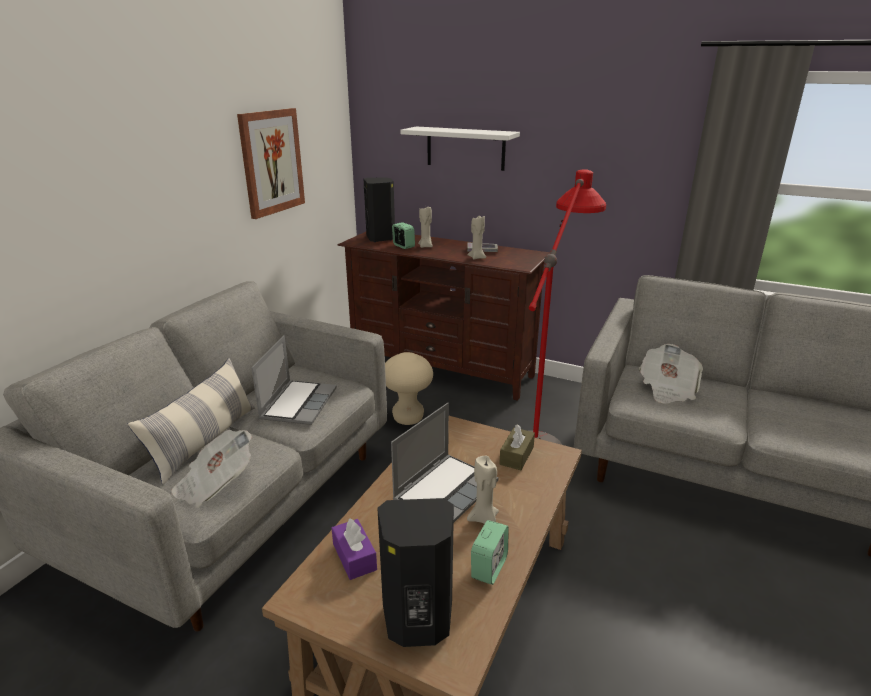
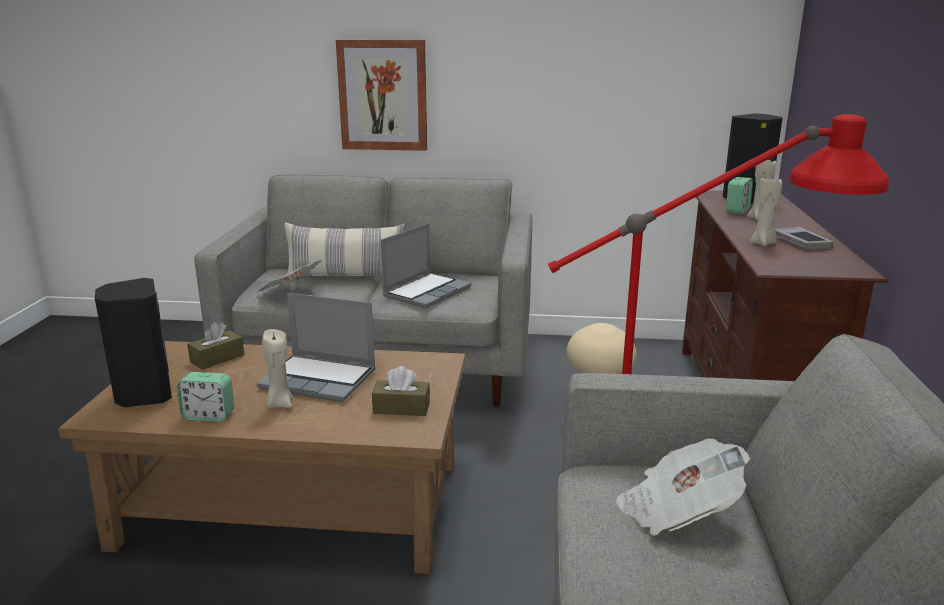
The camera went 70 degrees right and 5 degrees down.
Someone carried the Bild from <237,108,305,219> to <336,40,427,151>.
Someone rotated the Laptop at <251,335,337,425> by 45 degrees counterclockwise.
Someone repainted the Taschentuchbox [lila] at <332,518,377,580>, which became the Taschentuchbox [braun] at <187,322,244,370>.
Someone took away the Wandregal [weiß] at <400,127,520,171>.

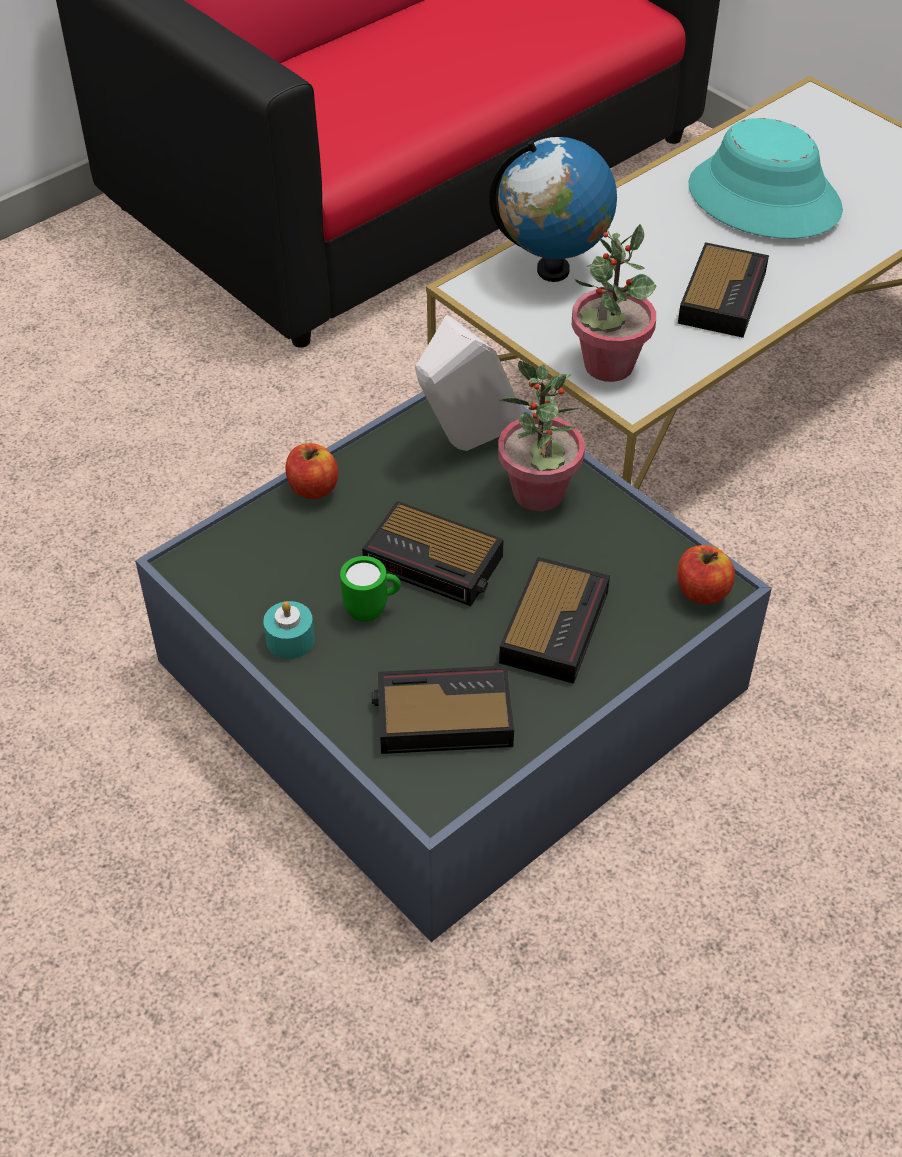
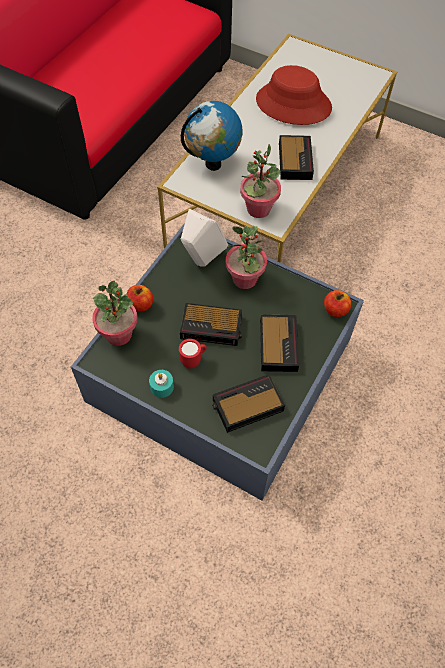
The camera went 20 degrees left and 10 degrees up.
Someone repainted the Henkelbecher [grün] at <340,556,401,622>, which became the Henkelbecher [rot] at <179,339,207,369>.
Someone repainted the Hut [türkis] at <688,118,843,239>, which became the Hut [rot] at <256,65,332,125>.
Someone put down the Topfpflanze at <92,281,137,346>.

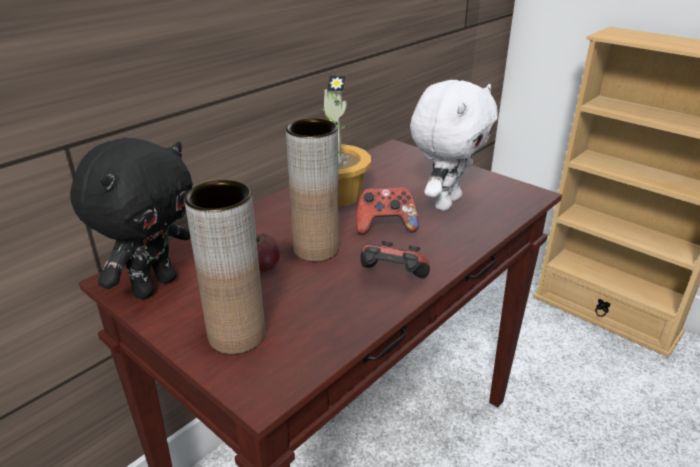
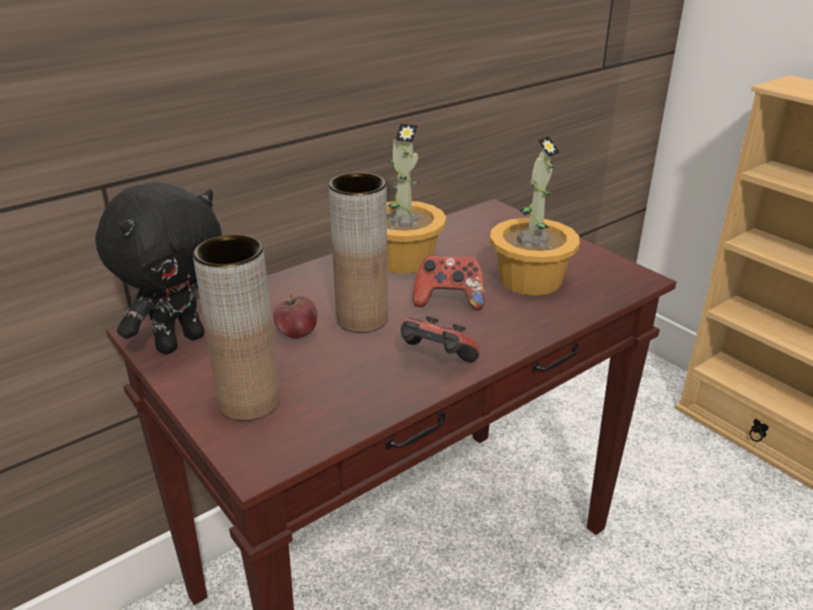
The camera went 10 degrees right and 0 degrees up.
Someone swapped the Plüschtier [weiß] at <410,80,498,211> for the Topfpflanze at <490,136,580,296>.

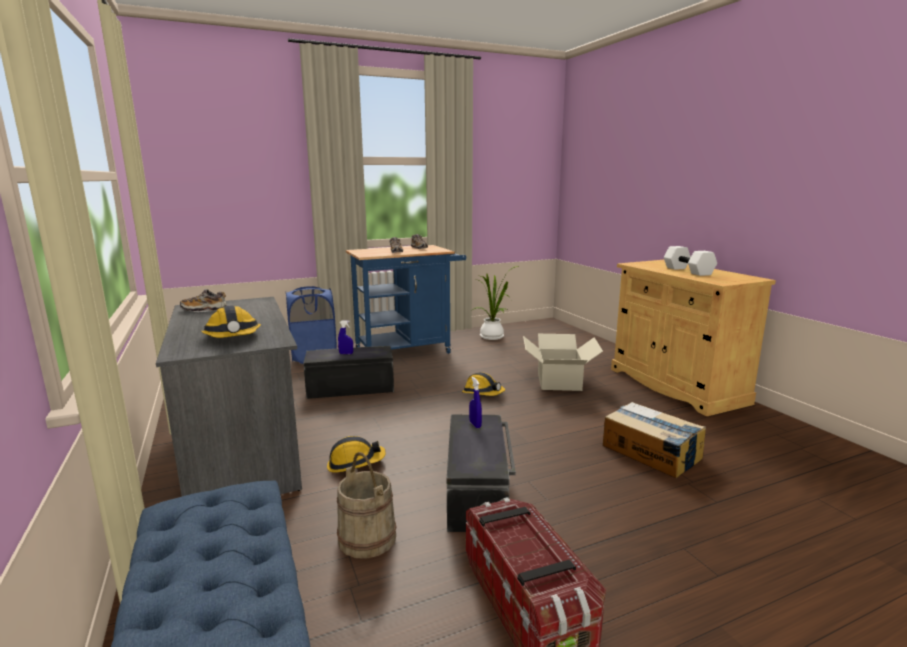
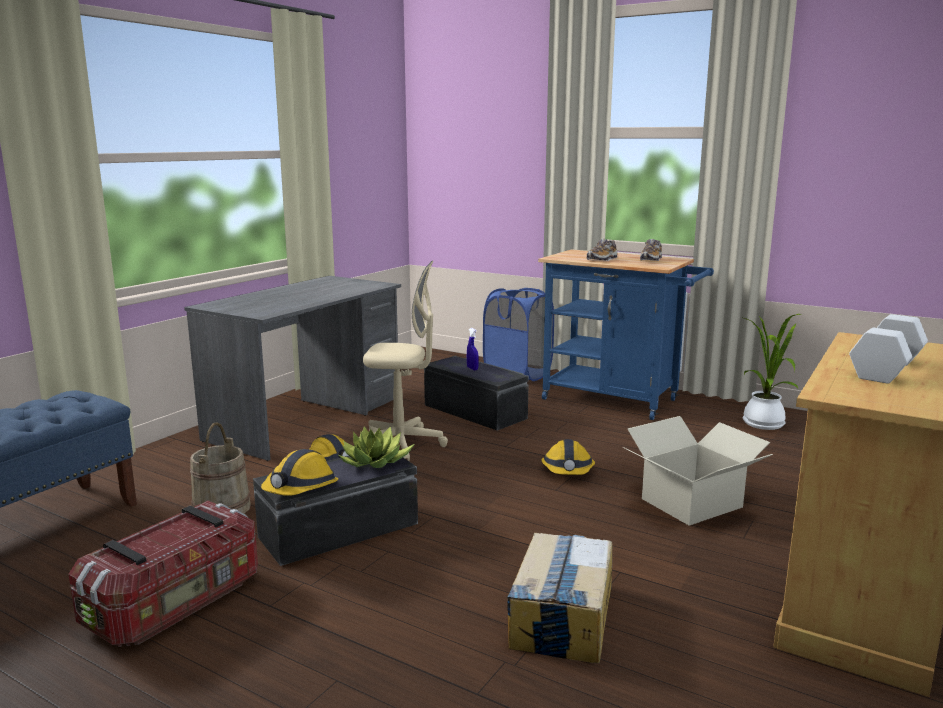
The camera went 55 degrees right and 0 degrees up.
Someone took away the Schuh at <180,289,227,312>.
Someone carried the Schutzhelm from <201,306,261,338> to <261,449,339,496>.
Someone swapped the Sprühflasche [blau] at <469,377,482,428> for the Topfpflanze at <339,426,415,468>.
Someone put down the Bürostuhl [beige] at <363,261,448,461>.

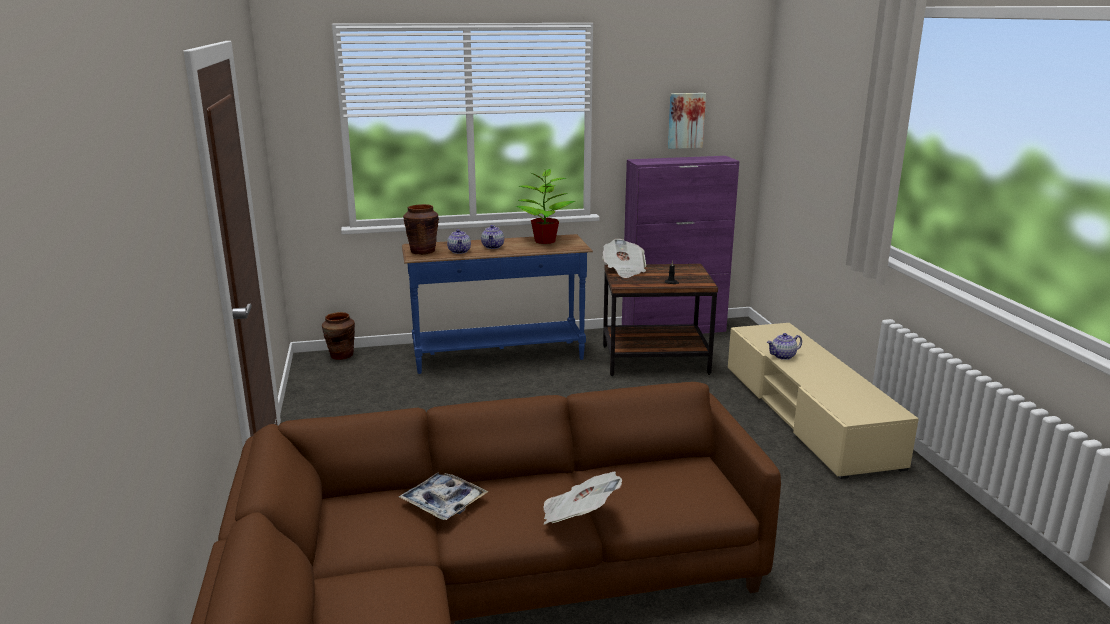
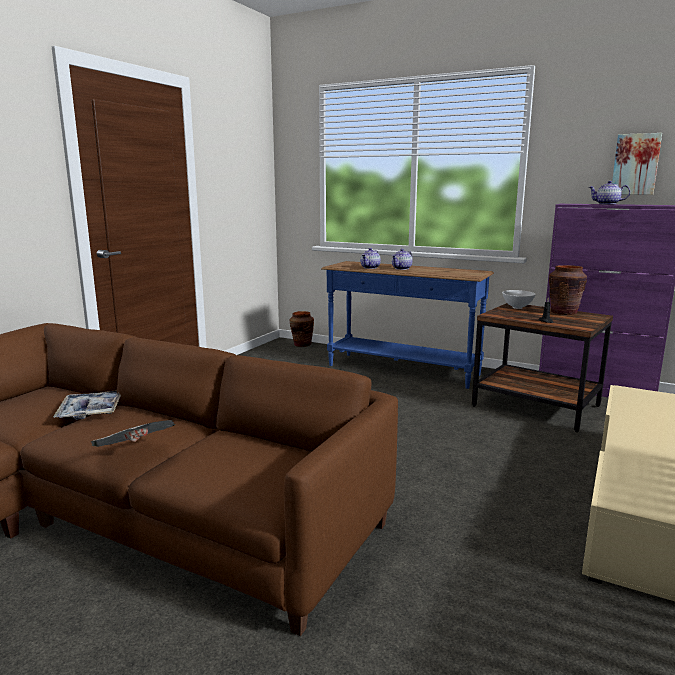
The camera went 40 degrees right and 5 degrees down.
Someone carried the Vase [braun] from <403,204,439,255> to <549,265,587,315>.
Someone took away the Topfpflanze at <516,169,575,244>.
Someone swapped the Zeitung at <602,239,646,278> for the Schüssel [weiß] at <502,290,536,309>.
Someone carried the Teekanne from <767,333,802,360> to <589,181,630,204>.

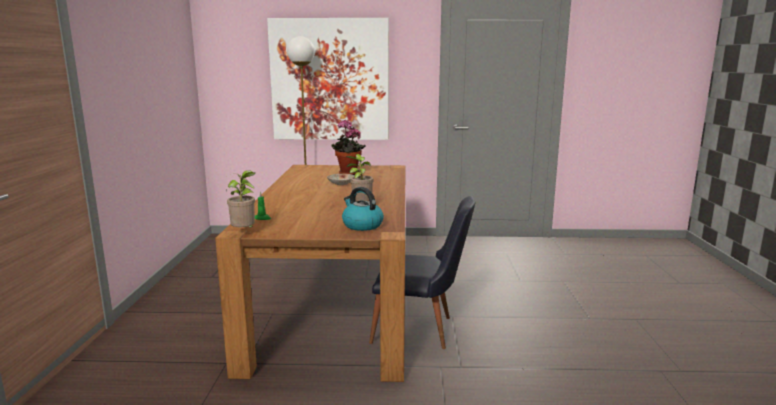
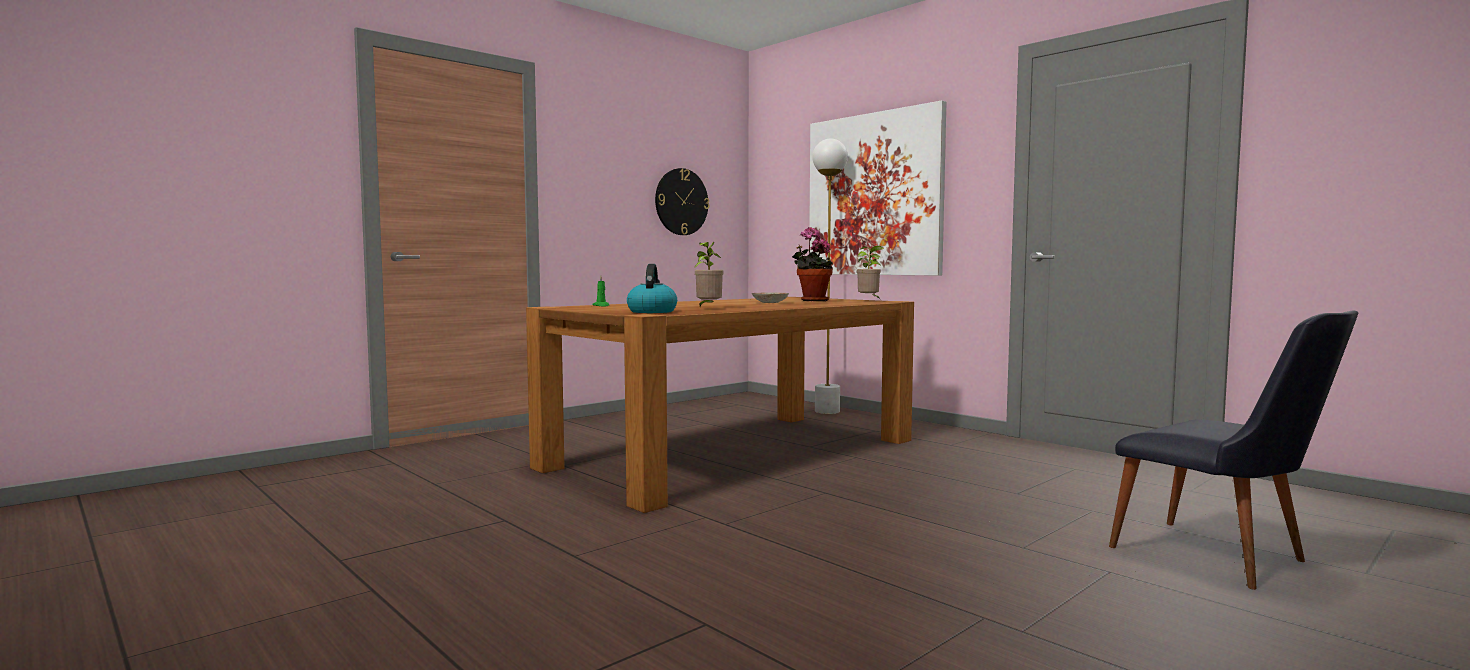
The camera went 45 degrees right and 10 degrees down.
Someone carried the Topfpflanze from <226,170,255,228> to <857,246,884,300>.
Someone carried the Stuhl [schwarz] from <369,196,475,349> to <1109,311,1358,590>.
Someone put up the Wanduhr at <655,168,709,235>.

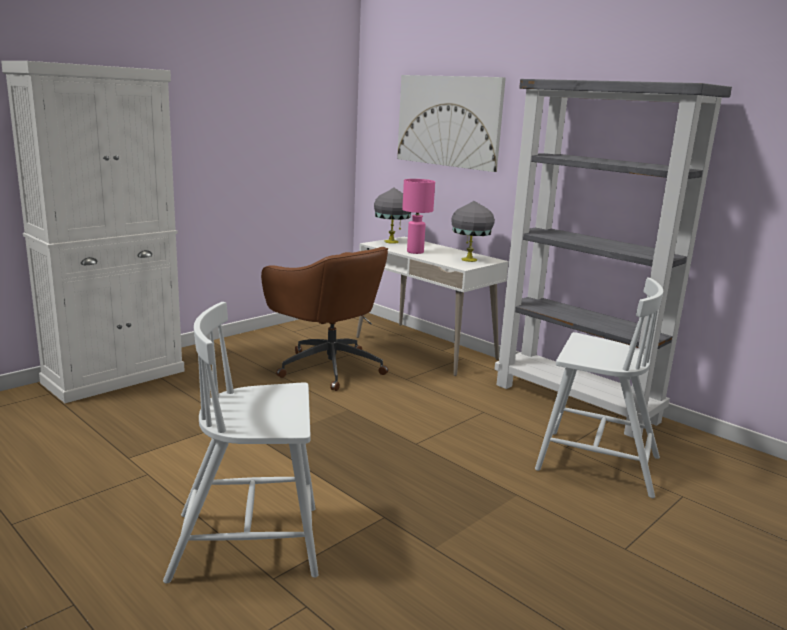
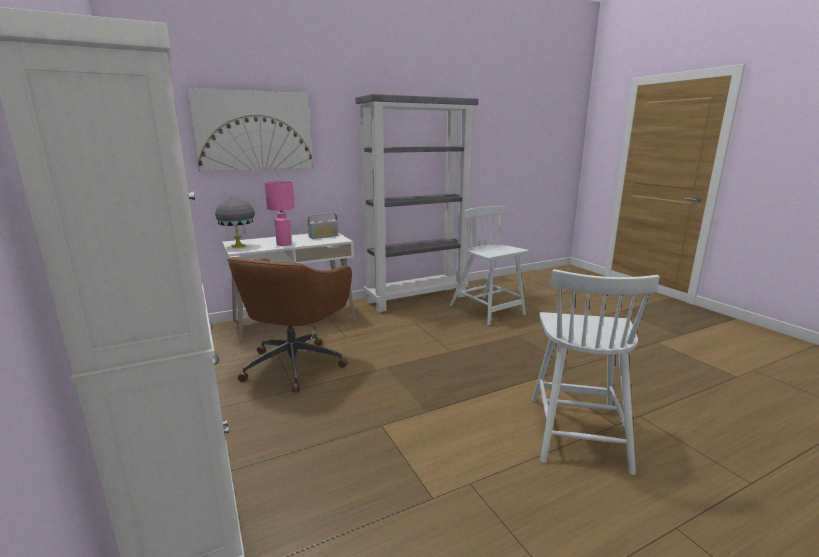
The camera went 70 degrees left and 0 degrees up.
Someone rotated the Bürostuhl [braun] at <261,247,388,391> by 135 degrees clockwise.
Someone swapped the Tischlampe [grau] at <451,201,495,262> for the Radio at <308,213,338,239>.
Someone rotated the Stuhl [weiß] at <535,278,663,498> by 75 degrees counterclockwise.

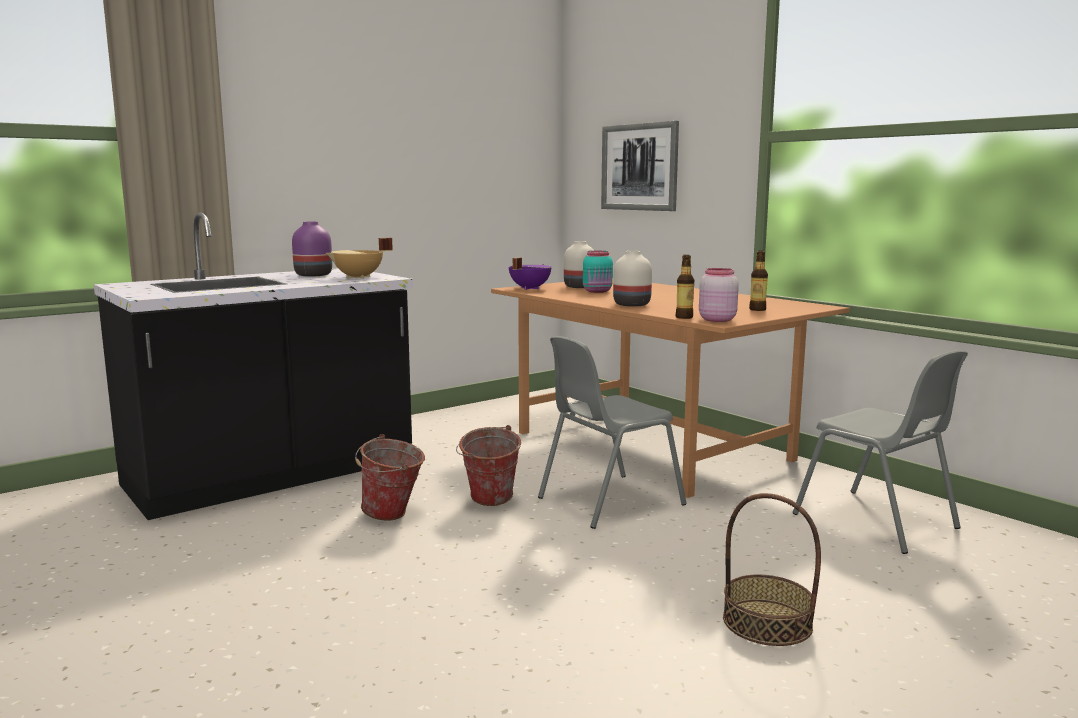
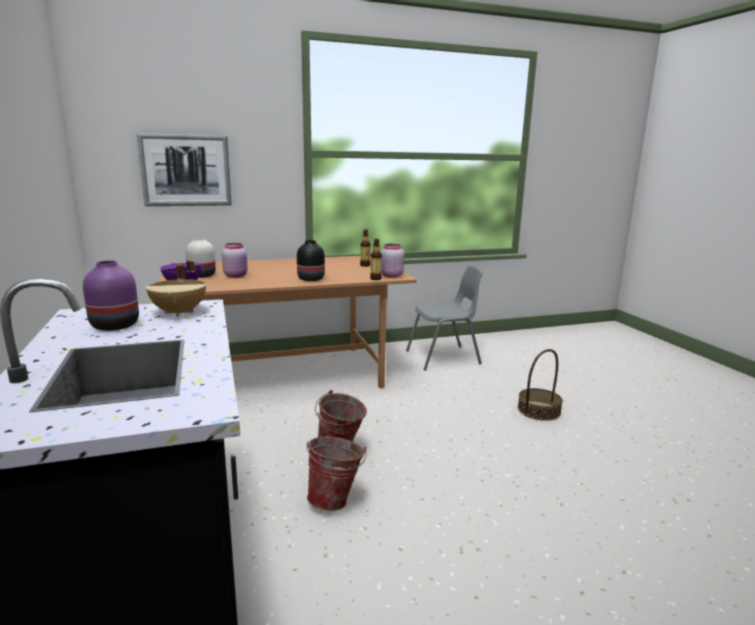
The camera went 70 degrees left and 5 degrees up.
Someone took away the Stuhl [grau] at <538,336,687,529>.
Someone repainted the Vorratsglas [türkis] at <583,251,613,293>, which became the Vorratsglas [rosa] at <222,243,248,278>.
Someone repainted the Vase [weiß] at <613,251,652,307>, which became the Vase [schwarz] at <297,240,325,281>.

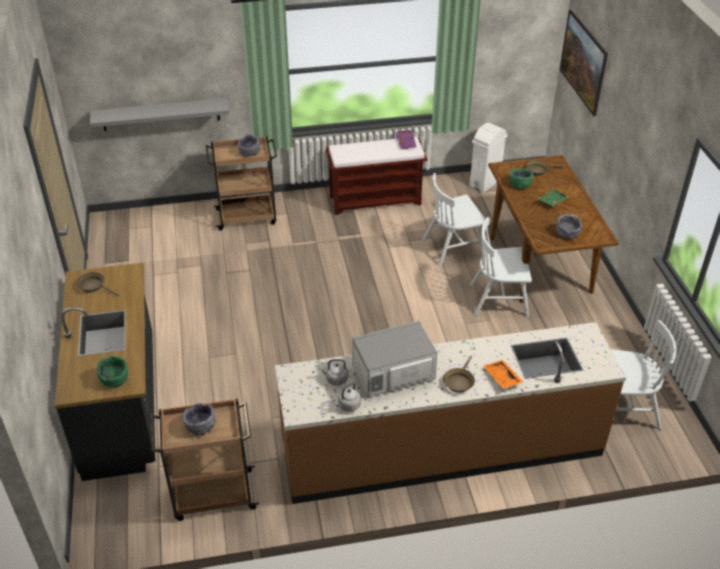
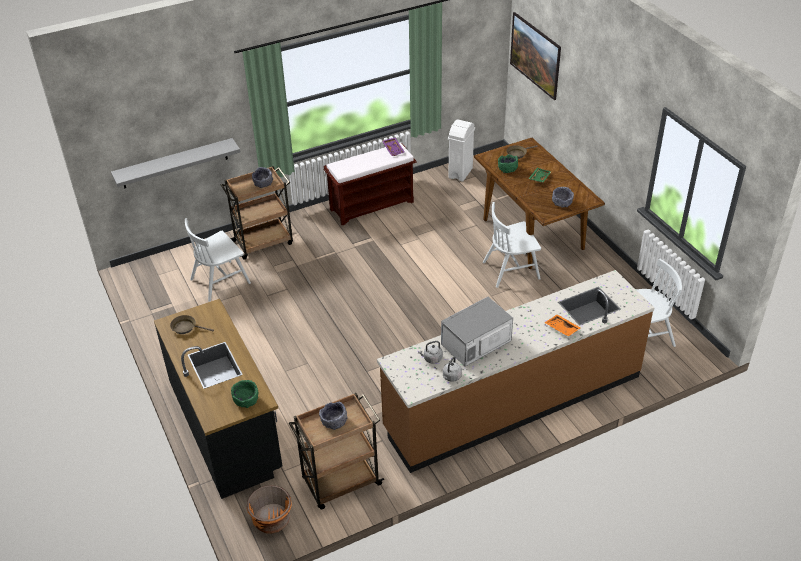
The camera went 15 degrees left and 0 degrees up.
Someone carried the Stuhl [weiß] from <422,173,485,267> to <185,218,251,302>.
Someone took away the Pfanne [braun] at <443,356,475,393>.
Someone put down the Pflanzkübel [orange] at <247,485,292,534>.

